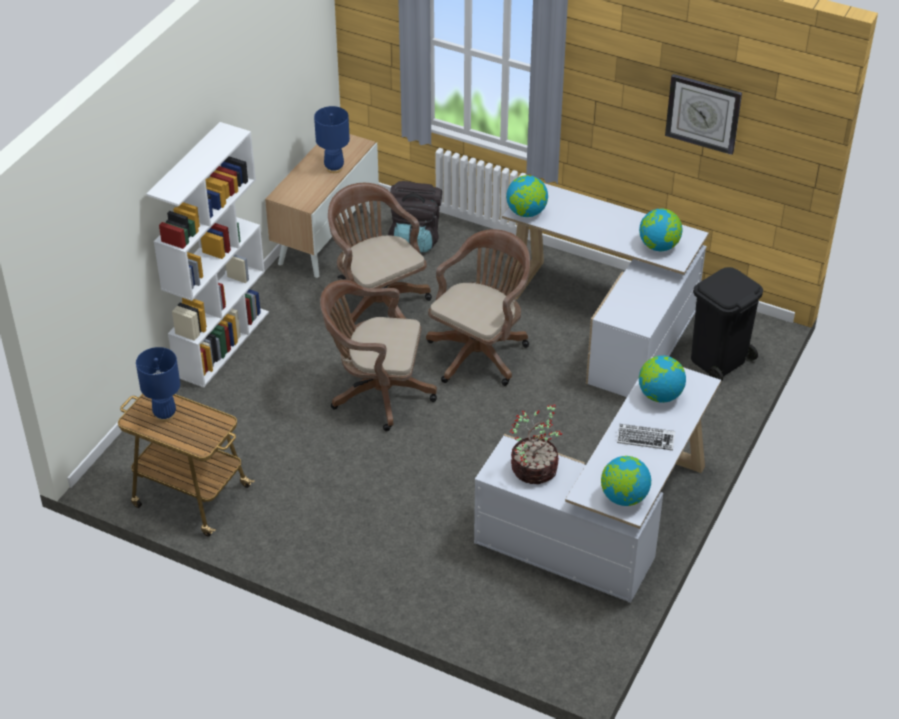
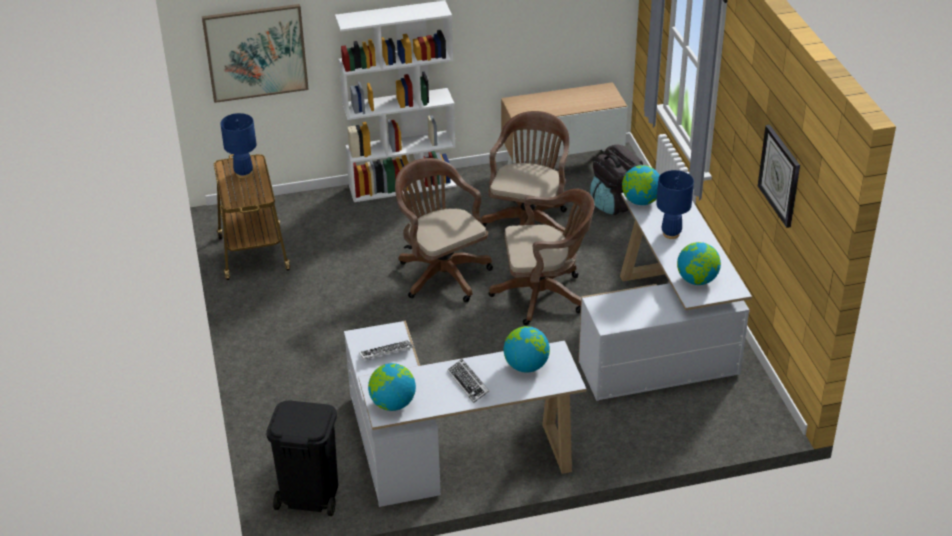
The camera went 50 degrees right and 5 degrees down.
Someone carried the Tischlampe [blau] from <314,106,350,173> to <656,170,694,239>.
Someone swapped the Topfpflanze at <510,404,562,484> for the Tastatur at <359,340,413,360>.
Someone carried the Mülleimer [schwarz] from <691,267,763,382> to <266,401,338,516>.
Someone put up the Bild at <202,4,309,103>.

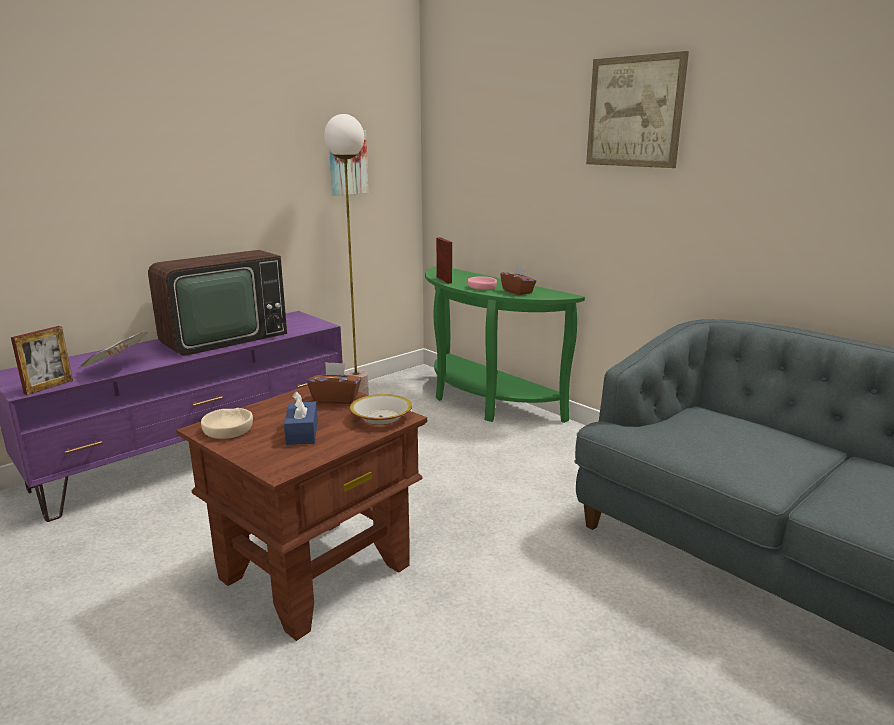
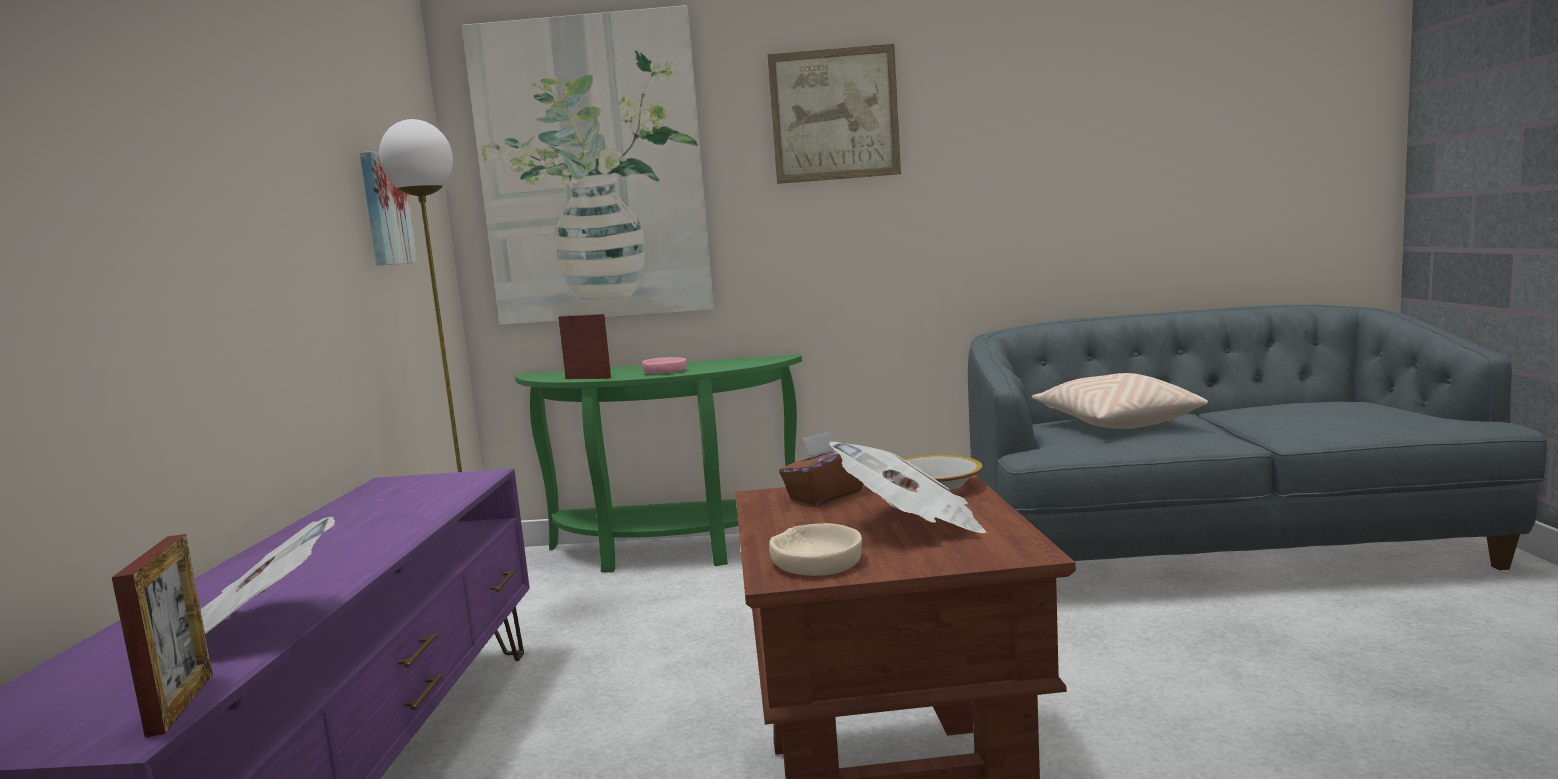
The camera went 45 degrees left and 10 degrees down.
Someone took away the Fernseher at <148,250,287,356>.
Someone swapped the Taschentuchbox [blau] at <284,391,318,445> for the Zeitung at <829,442,987,533>.
Someone took away the Taschentuchbox [braun] at <500,265,536,295>.
Someone put up the Bild at <462,5,715,325>.
Someone put down the Kissen [beige] at <1032,373,1208,429>.

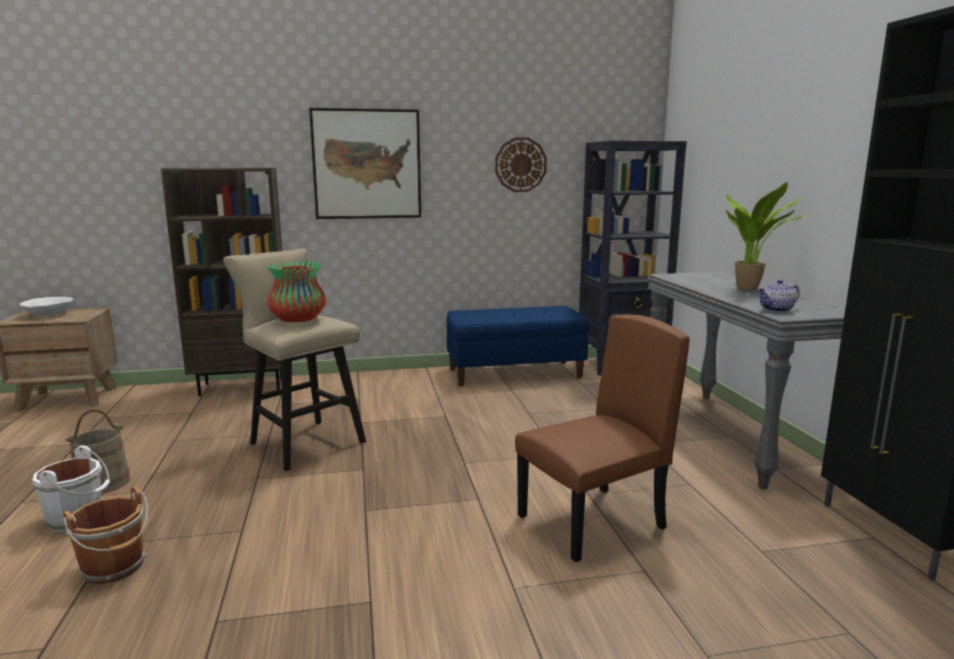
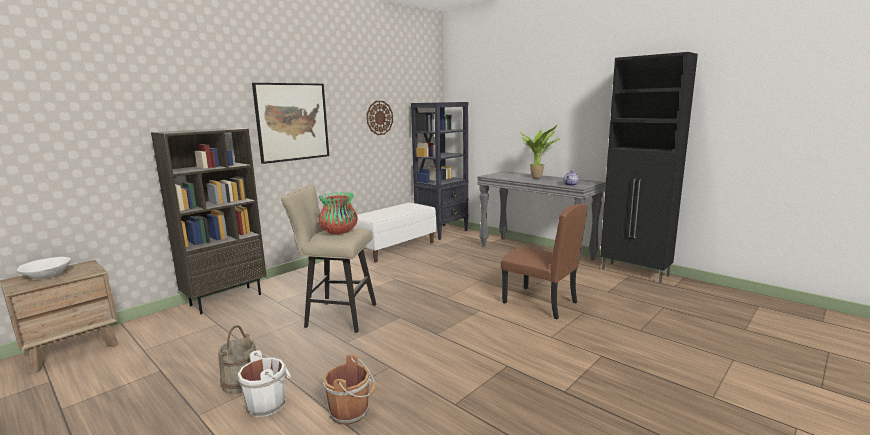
The camera went 35 degrees left and 0 degrees up.
Someone repainted the Bank [blau] at <446,306,589,386>, which became the Bank [weiß] at <354,202,436,262>.
Someone rotated the Stuhl [braun] at <515,314,690,562> by 105 degrees clockwise.

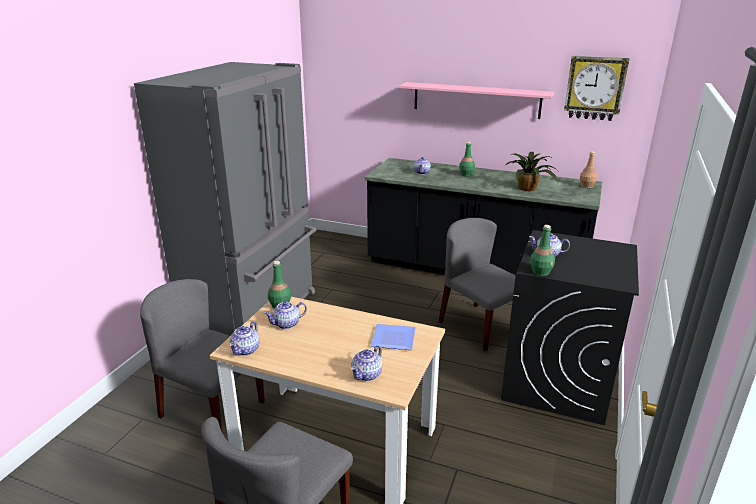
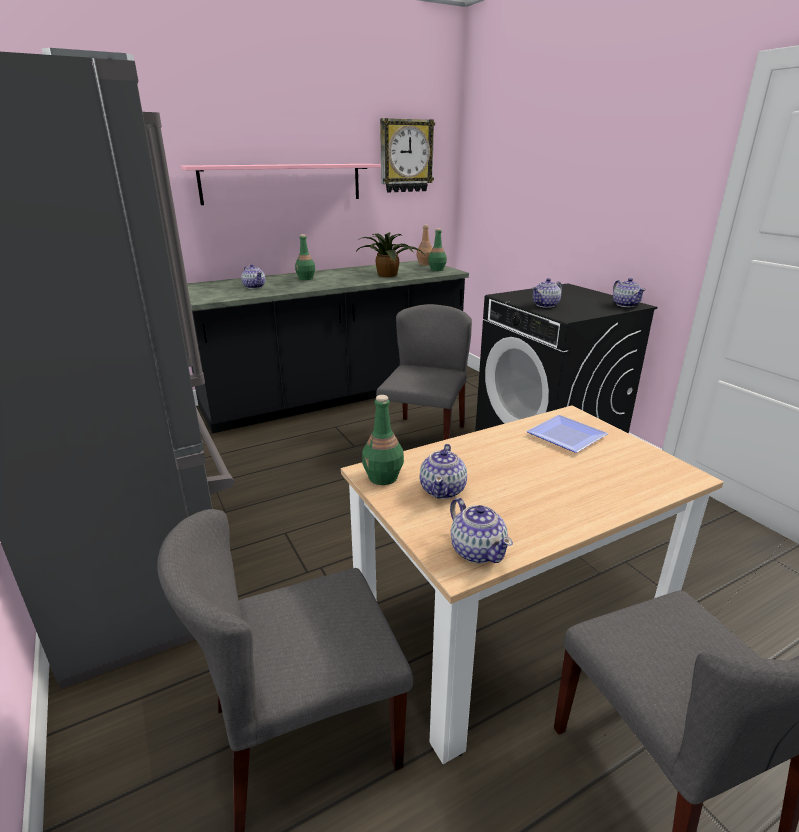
The camera went 50 degrees left and 0 degrees up.
Someone carried the Teekanne from <351,345,382,381> to <613,278,646,307>.
Someone rotated the Stuhl [grau] at <438,218,516,351> by 105 degrees clockwise.
Someone carried the Flasche [grün] from <530,225,555,276> to <428,228,447,271>.

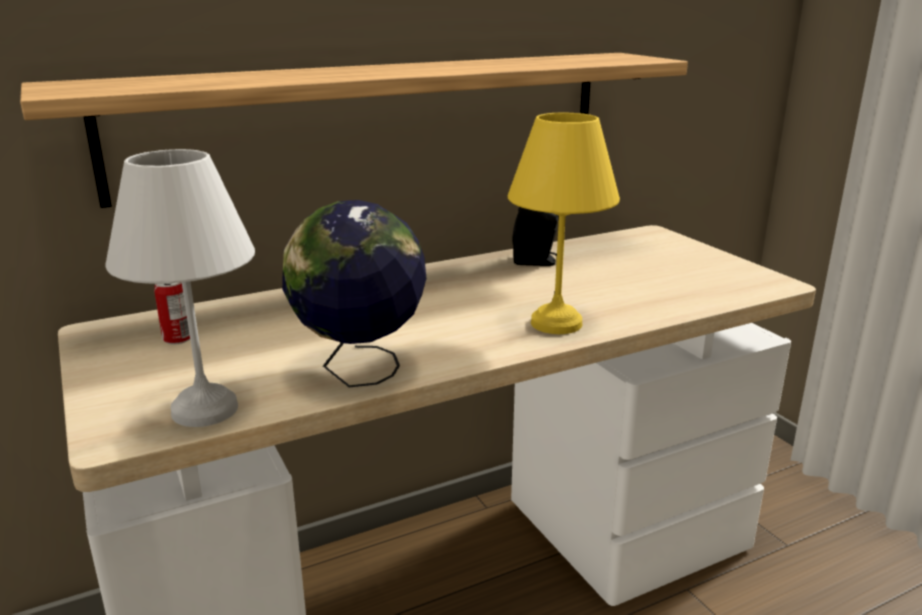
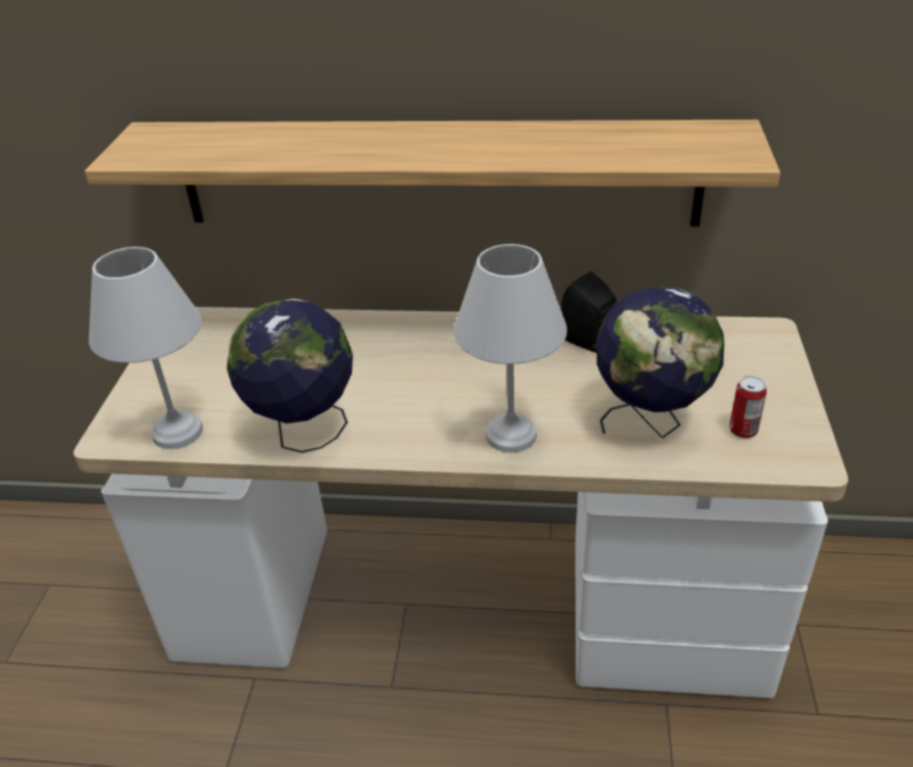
The camera went 35 degrees right and 15 degrees up.
Someone carried the Dose from <154,282,190,344> to <729,375,767,438>.
Someone repainted the Tischlampe [gelb] at <508,112,620,334>, which became the Tischlampe [weiß] at <454,244,567,453>.
Someone put down the Globus at <596,286,724,438>.

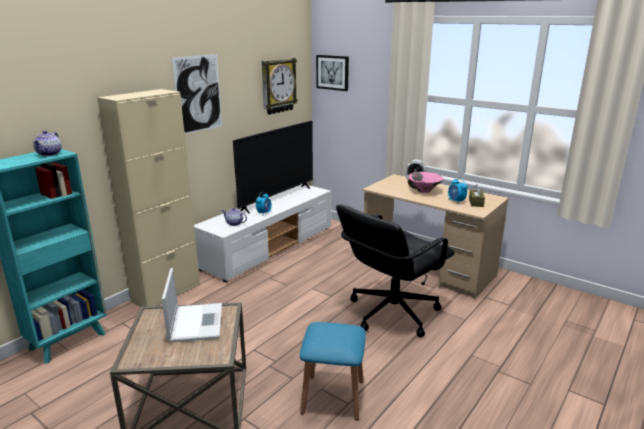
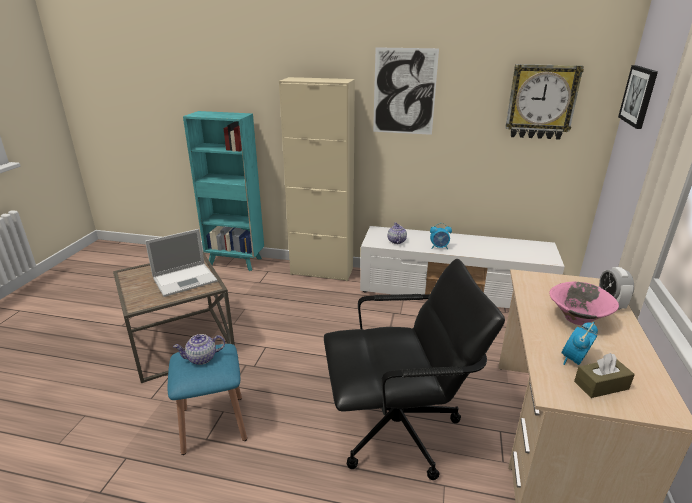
The camera went 65 degrees right and 5 degrees up.
Someone carried the Teekanne from <33,131,62,156> to <173,334,225,365>.
Someone took away the Fernseher at <233,121,313,214>.
Someone rotated the Bürostuhl [schwarz] at <336,205,455,337> by 150 degrees clockwise.

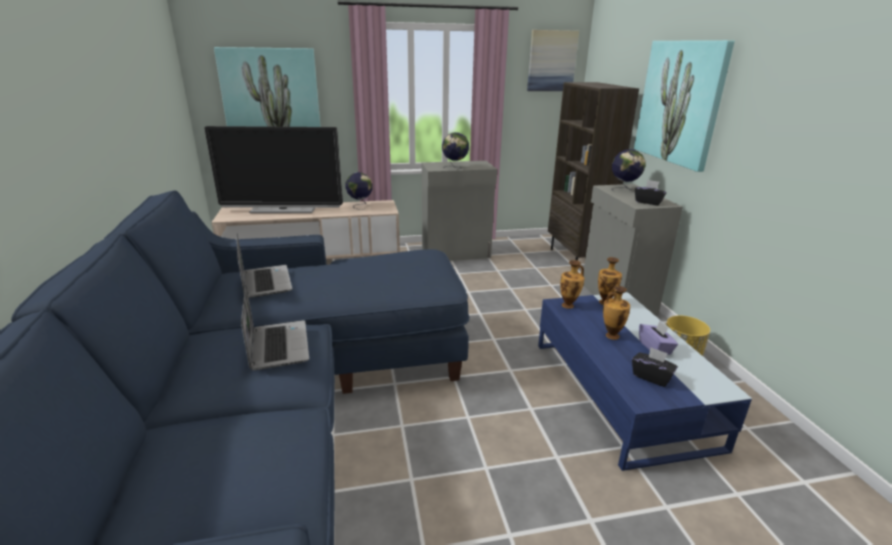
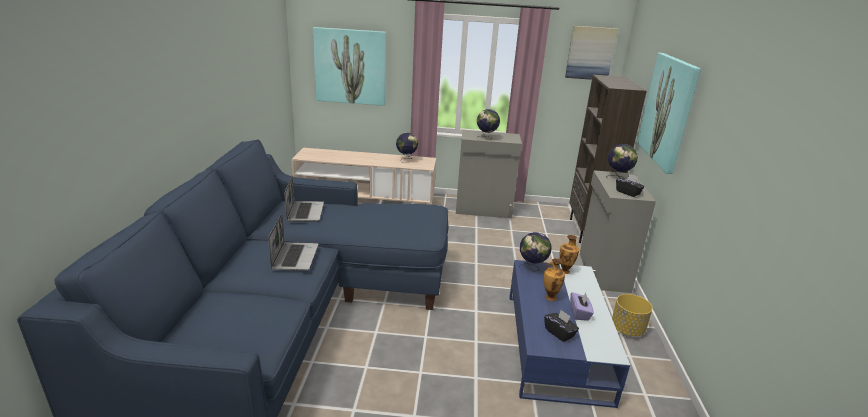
The camera went 15 degrees right and 0 degrees up.
Someone took away the Fernseher at <204,126,343,213>.
Someone swapped the Vase at <560,260,584,309> for the Globus at <519,232,552,271>.

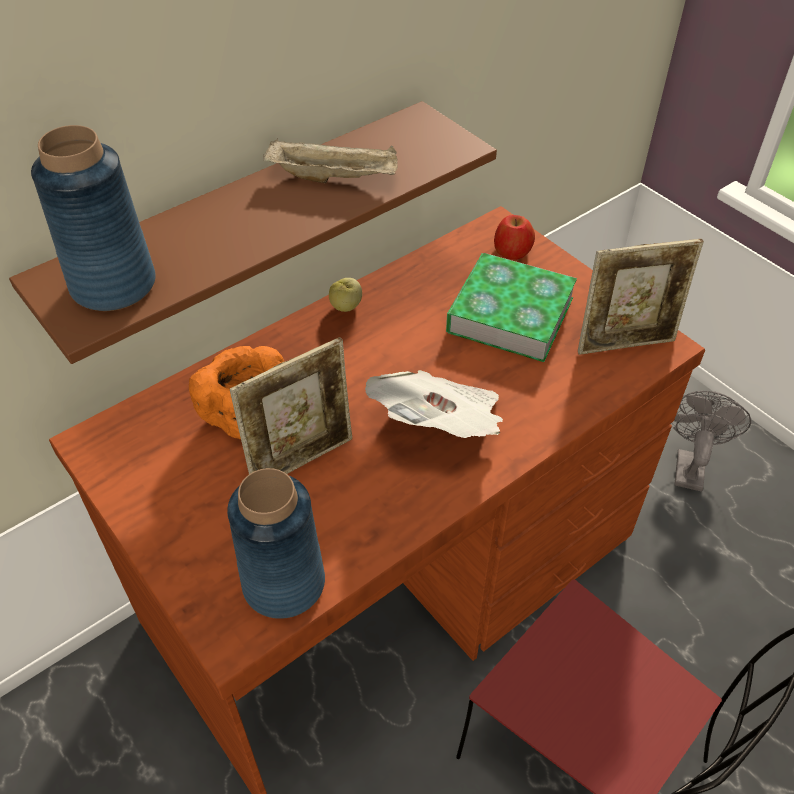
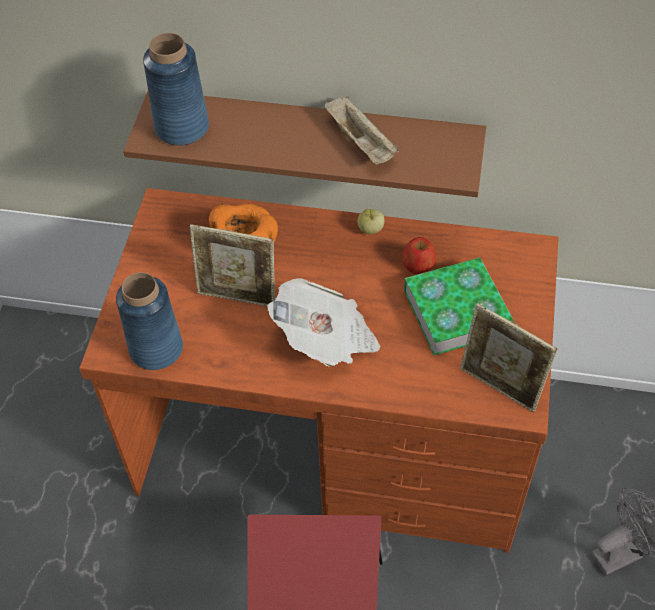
The camera went 50 degrees right and 5 degrees up.
Someone carried the Apfel from <494,215,535,260> to <402,237,436,274>.

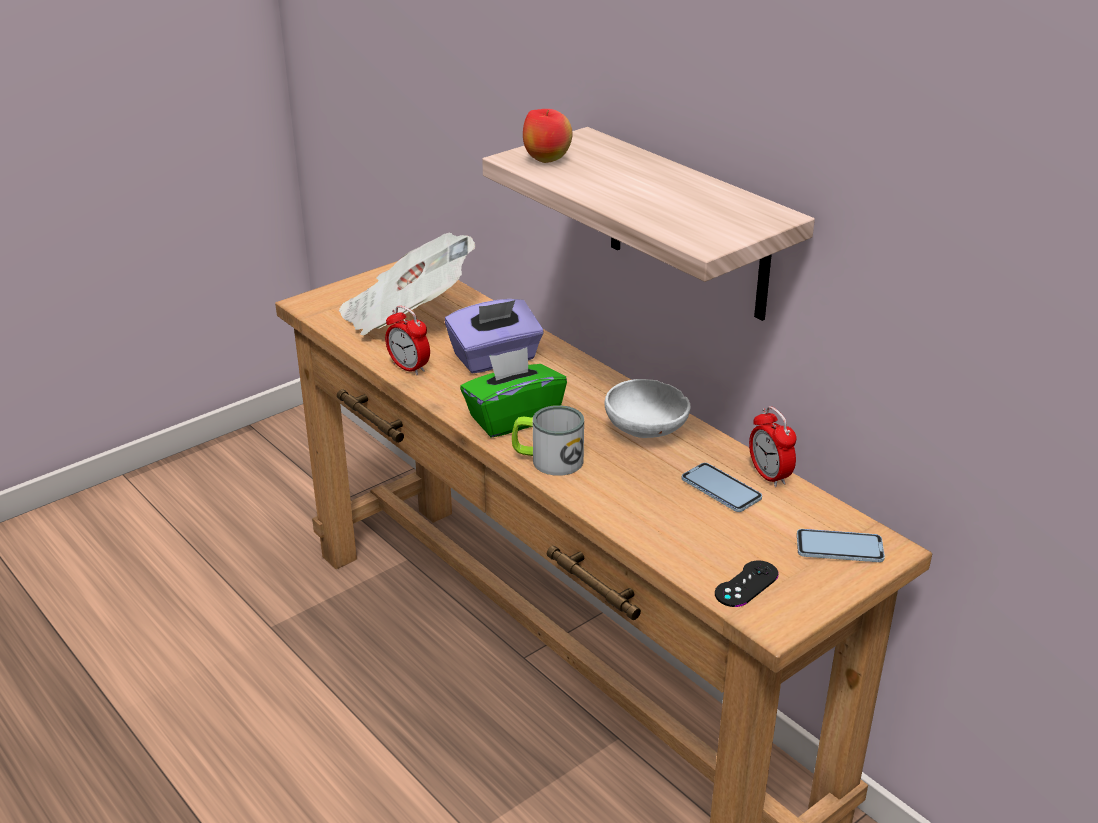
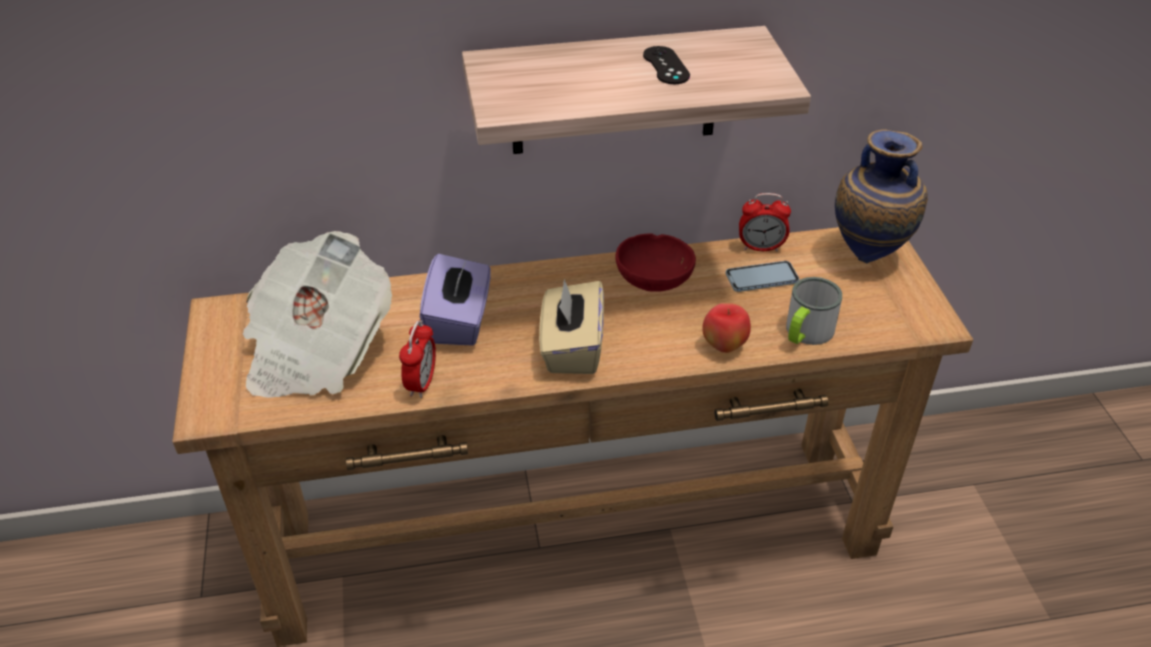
The camera went 60 degrees left and 10 degrees up.
Someone rotated the Wecker at <385,306,430,375> by 60 degrees counterclockwise.
Someone repainted the Taschentuchbox [grün] at <460,347,567,437>, which became the Taschentuchbox [beige] at <539,279,604,374>.
Someone carried the Henkelbecher from <512,405,584,476> to <786,277,842,345>.
Someone carried the Apfel from <523,109,573,163> to <702,303,751,353>.
Someone repainted the Schüssel [weiß] at <605,379,690,438>, which became the Schüssel [rot] at <615,233,696,292>.
Someone carried the Gamepad [schwarz] from <715,560,779,607> to <643,46,690,84>.
Someone swapped the Handy at <797,529,885,562> for the Vase at <835,130,928,264>.

